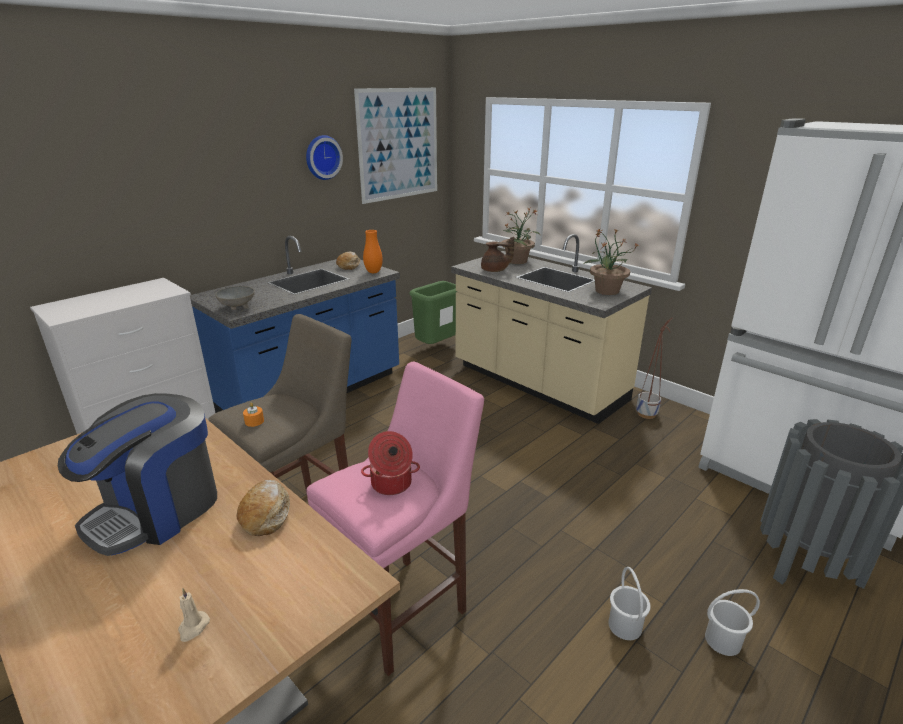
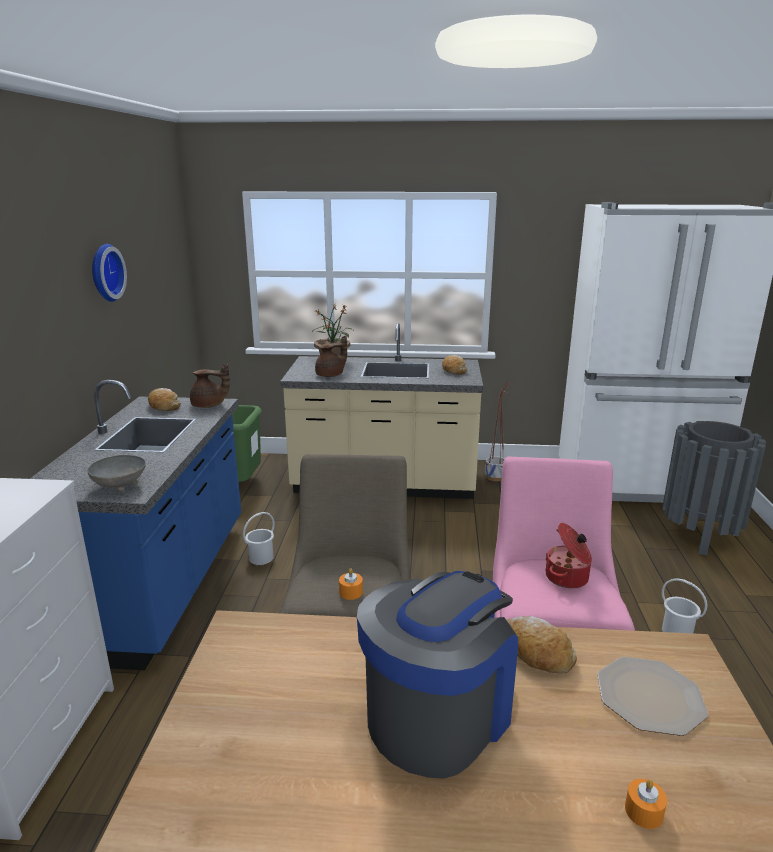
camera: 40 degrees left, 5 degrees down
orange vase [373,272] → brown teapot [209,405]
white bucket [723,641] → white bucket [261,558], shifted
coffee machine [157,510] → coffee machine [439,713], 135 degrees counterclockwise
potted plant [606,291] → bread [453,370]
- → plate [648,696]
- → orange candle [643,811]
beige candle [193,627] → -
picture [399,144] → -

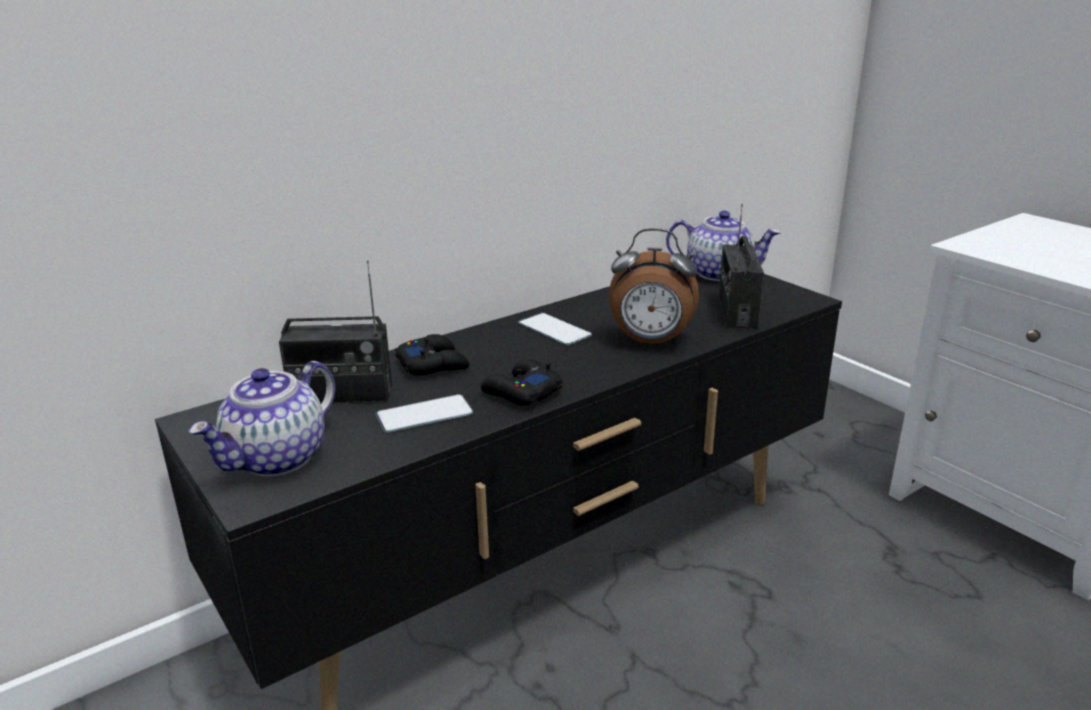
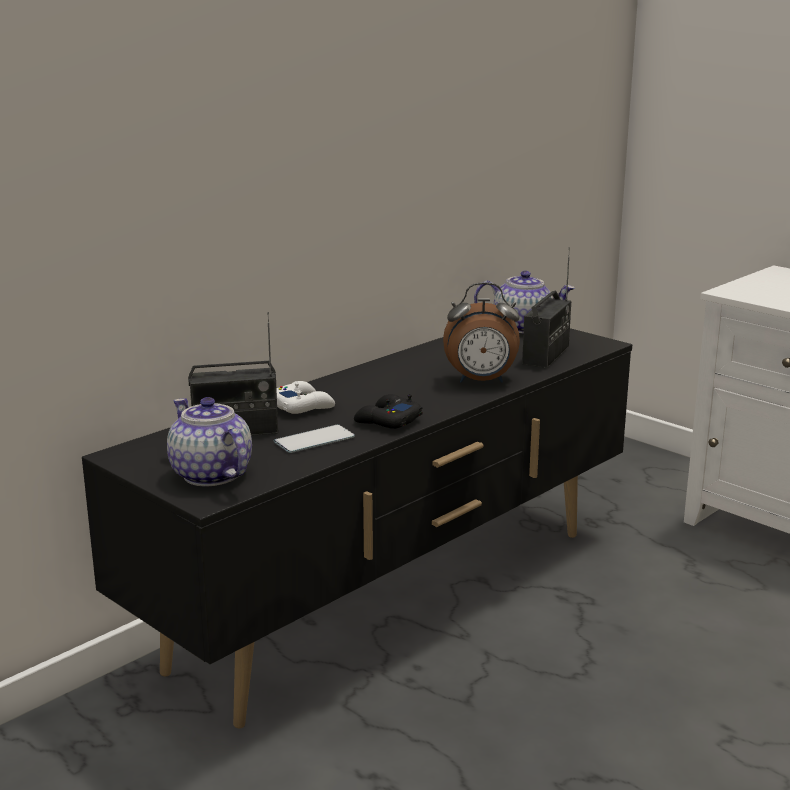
camera: 10 degrees left, 5 degrees down
teapot [277,459] → teapot [209,474], 120 degrees clockwise
black game controller [433,364] → white game controller [302,406]
radio [736,311] → radio [546,355], 150 degrees counterclockwise
phone [554,329] → -

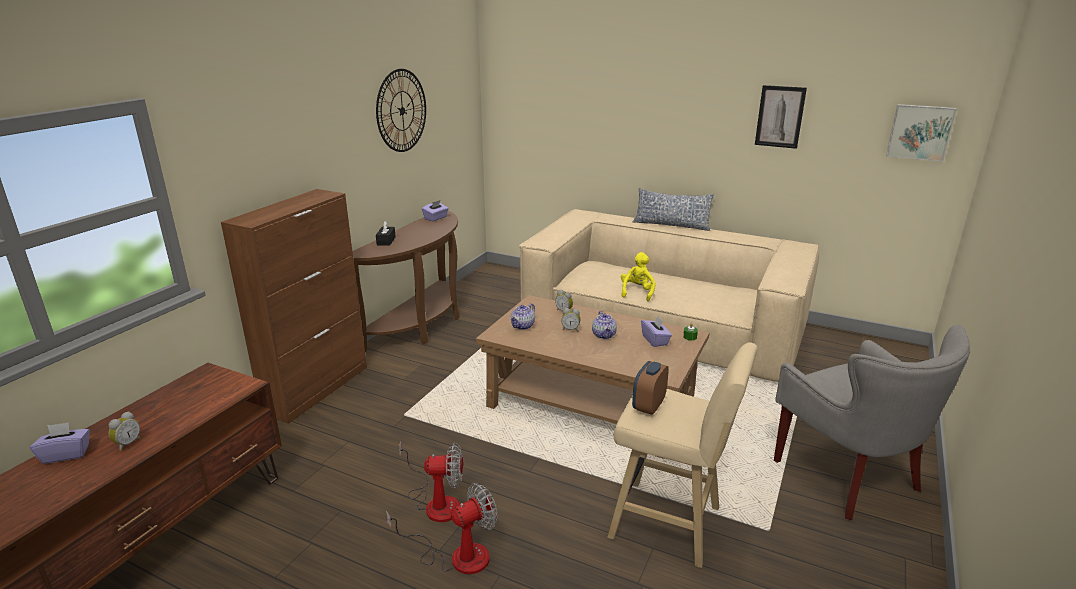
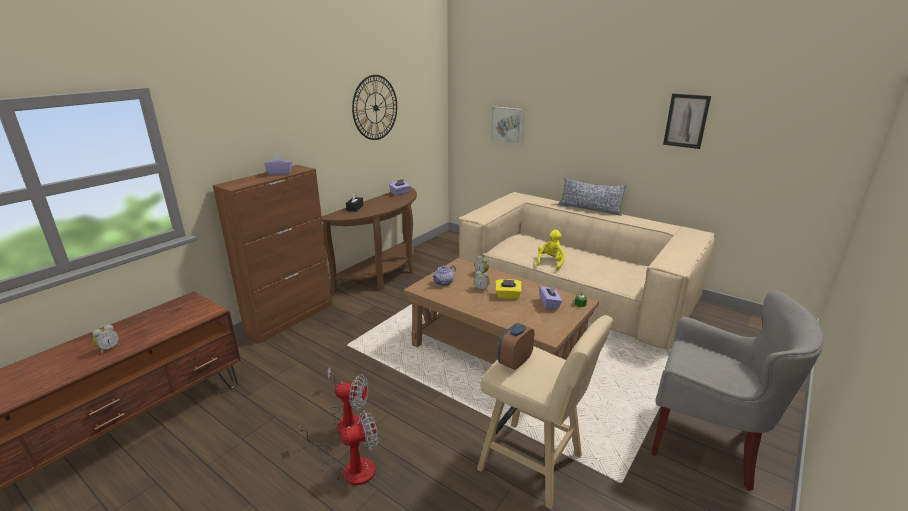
camera: 10 degrees right, 0 degrees up
purple tissue box [66,454] → purple tissue box [280,173], shifted
picture [920,132] → picture [507,124], shifted
teapot [604,335] → yellow tissue box [507,296]
grey armchair [848,478] → grey armchair [707,443], 45 degrees counterclockwise

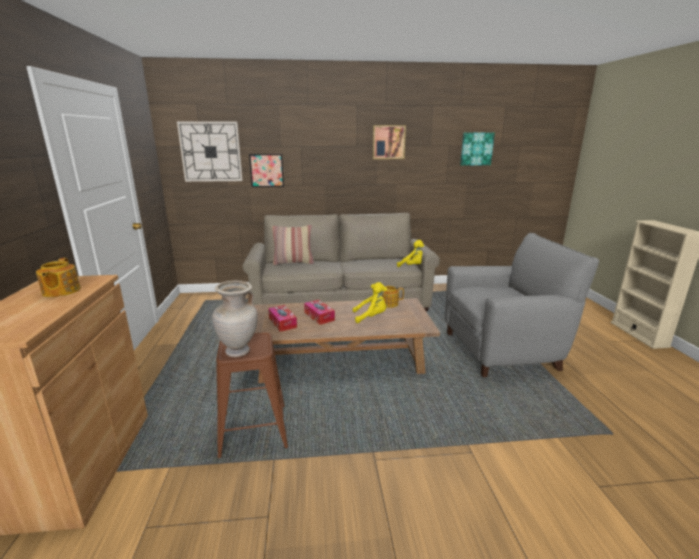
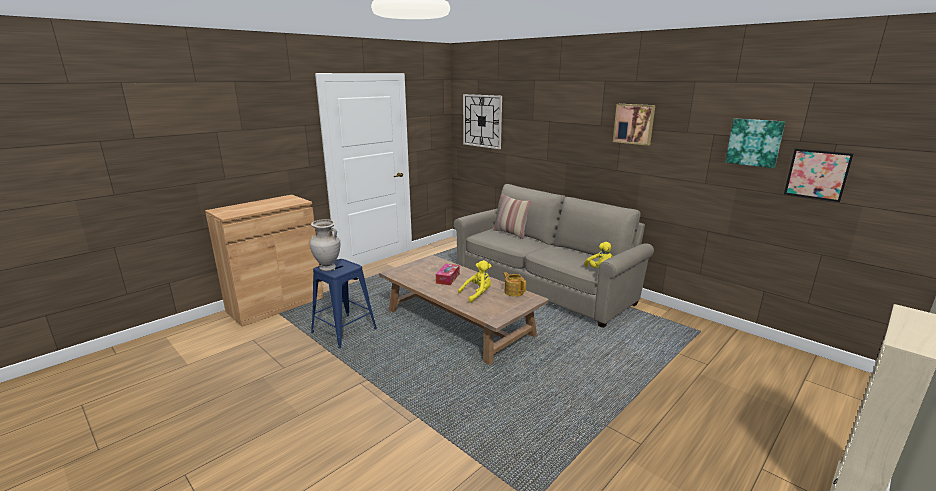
camera: 50 degrees right, 0 degrees up
brown stool [254,430] → blue stool [344,331]
yellow plush toy [371,317] → yellow plush toy [477,294], 75 degrees counterclockwise
picture [266,170] → picture [817,174], shifted
teapot [61,291] → -
tissue box [282,322] → -
grey armchair [502,350] → -

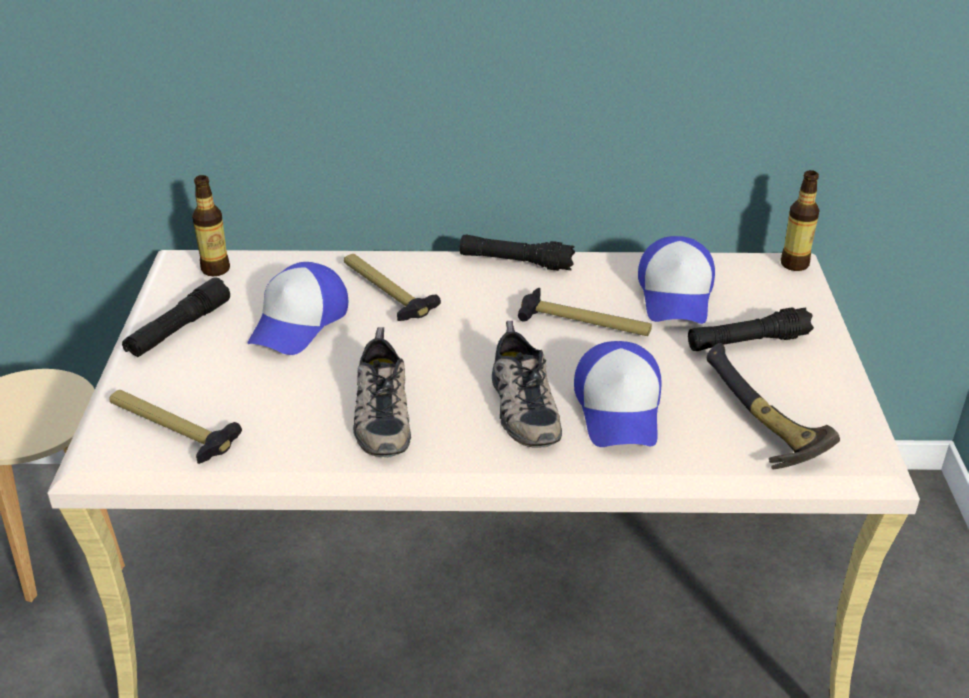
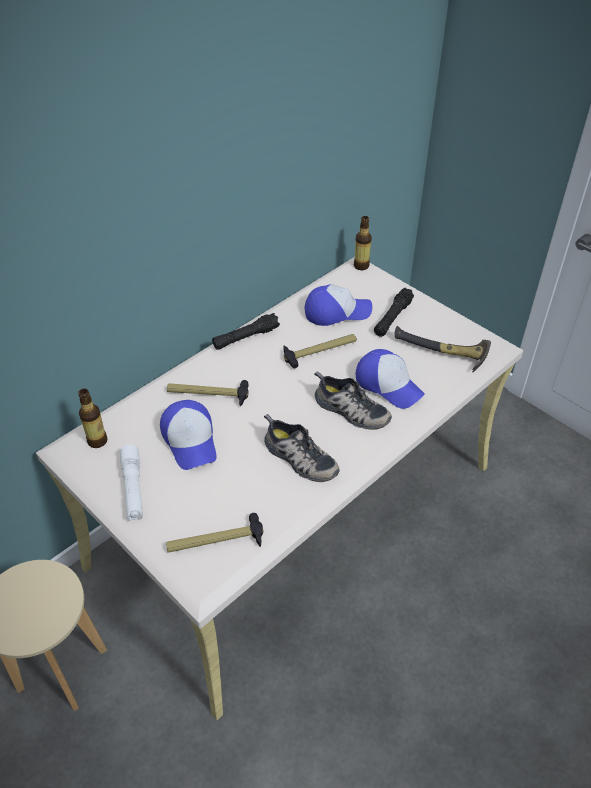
camera: 45 degrees left, 10 degrees up
black flashlight [179,329] → white flashlight [133,488]
cap [676,295] → cap [336,312], 60 degrees counterclockwise

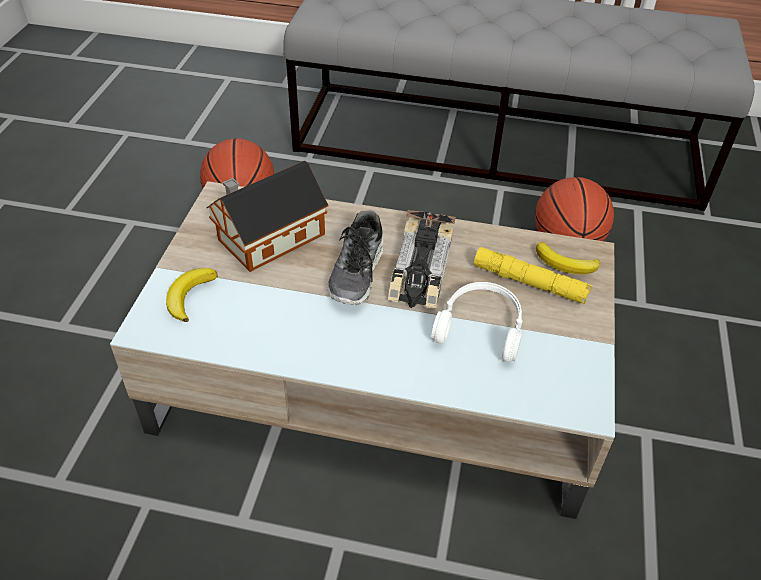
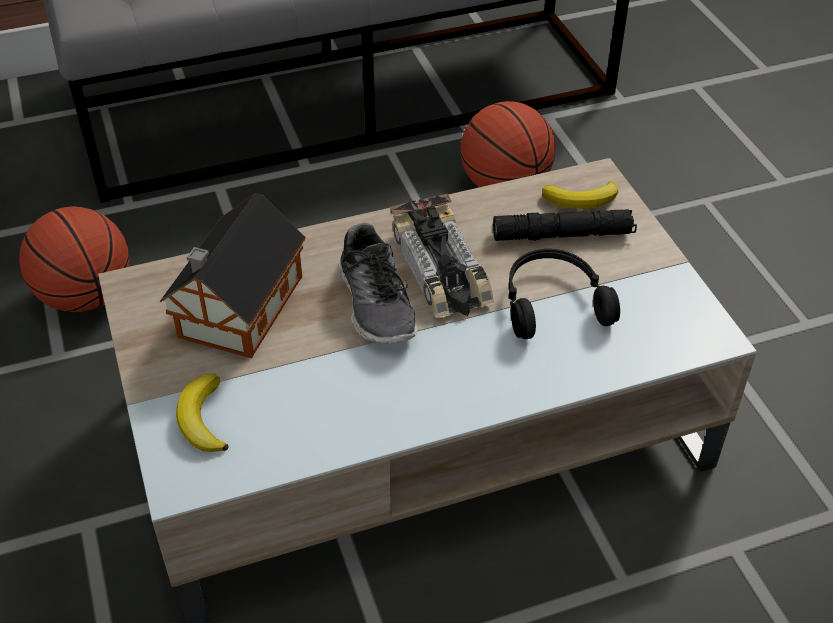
camera: 30 degrees left, 0 degrees up
yellow flashlight [529,282] → black flashlight [563,234]
white headphones [481,327] → black headphones [553,303]

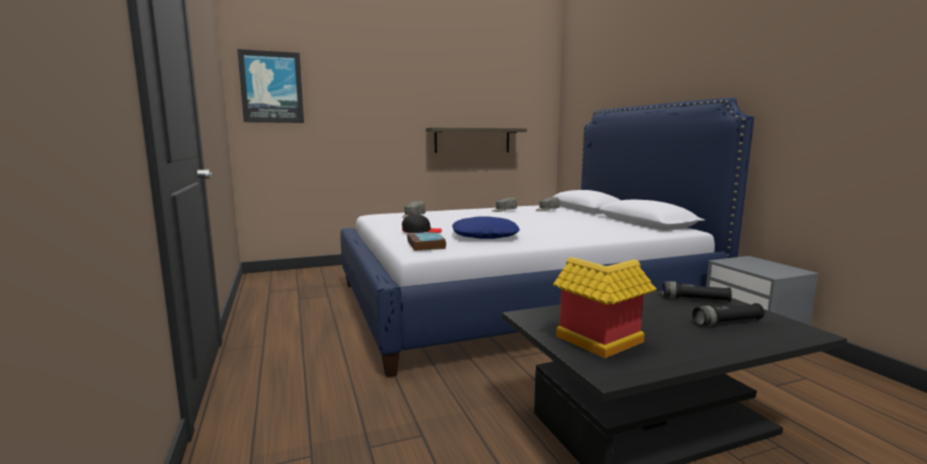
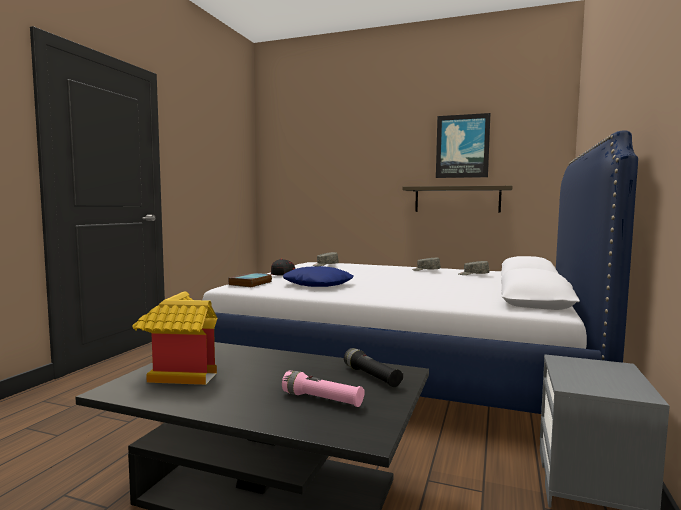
camera: 40 degrees right, 5 degrees down
black flashlight [727,323] → pink flashlight [322,399]
picture [271,87] → picture [462,146], shifted

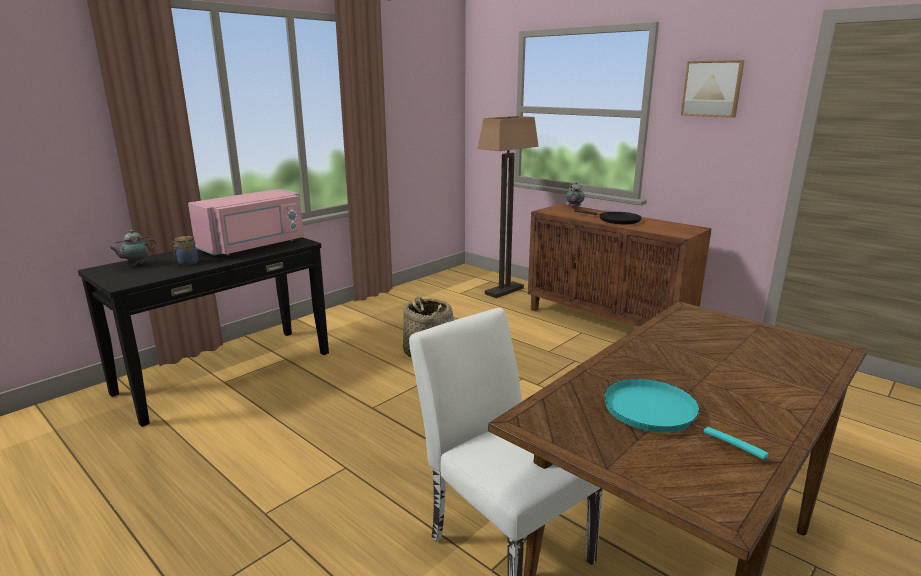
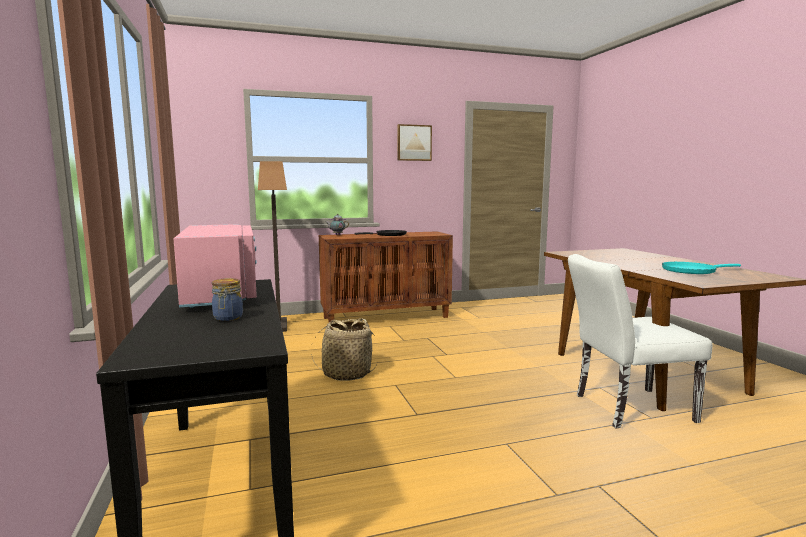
camera: 60 degrees left, 10 degrees down
teapot [136,265] → -

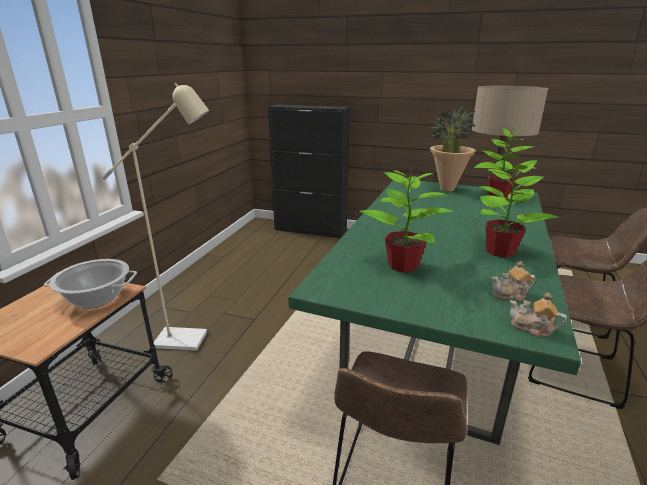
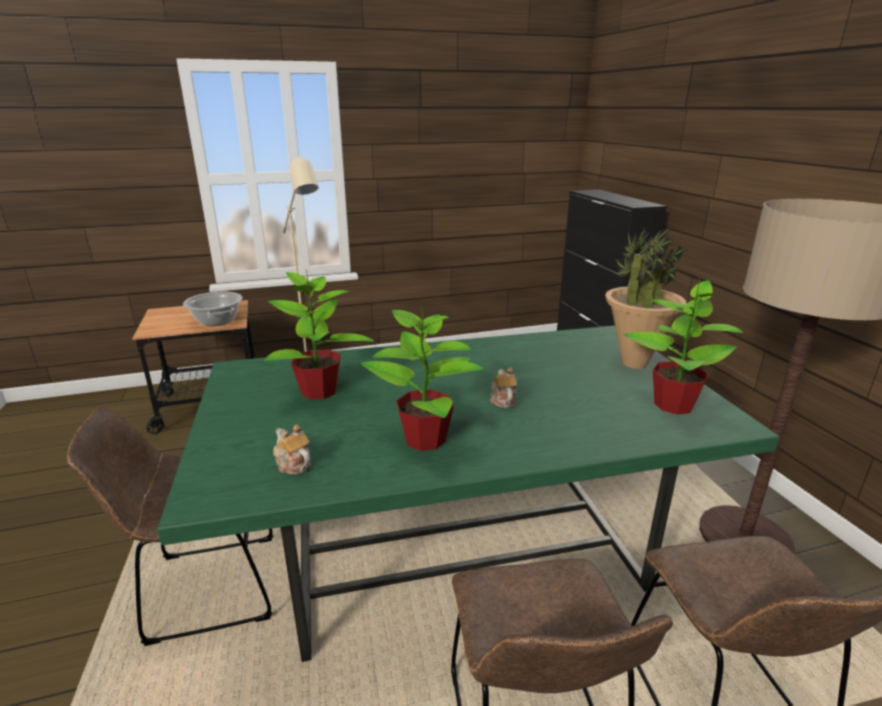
camera: 55 degrees right, 0 degrees up
teapot [532,328] → teapot [502,400], shifted

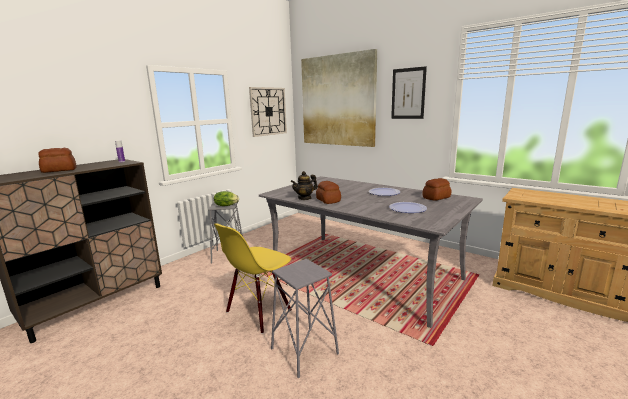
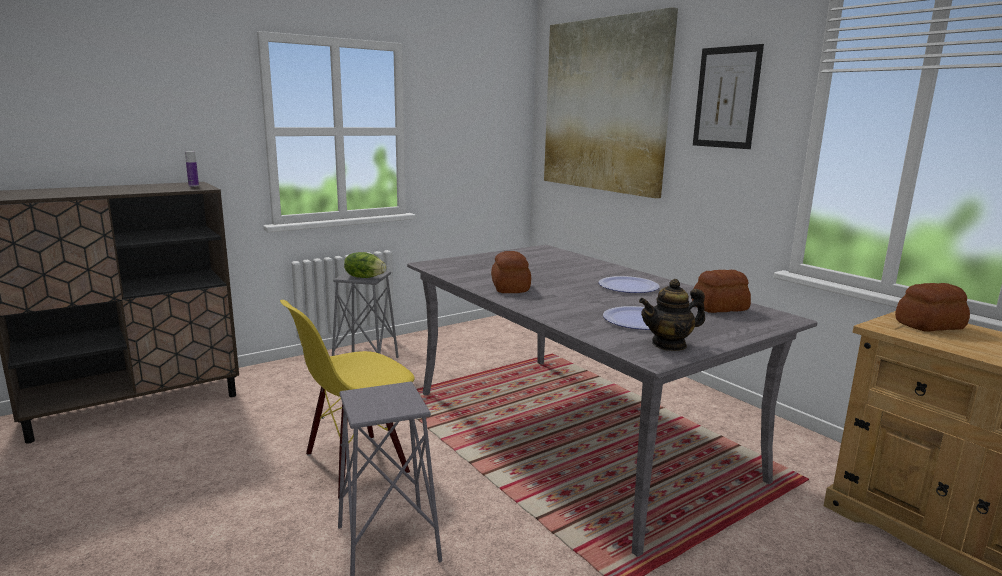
camera: 15 degrees right, 0 degrees up
teapot [305,198] → teapot [669,344], shifted
bread [59,170] → bread [930,326], shifted
wall clock [268,111] → -

